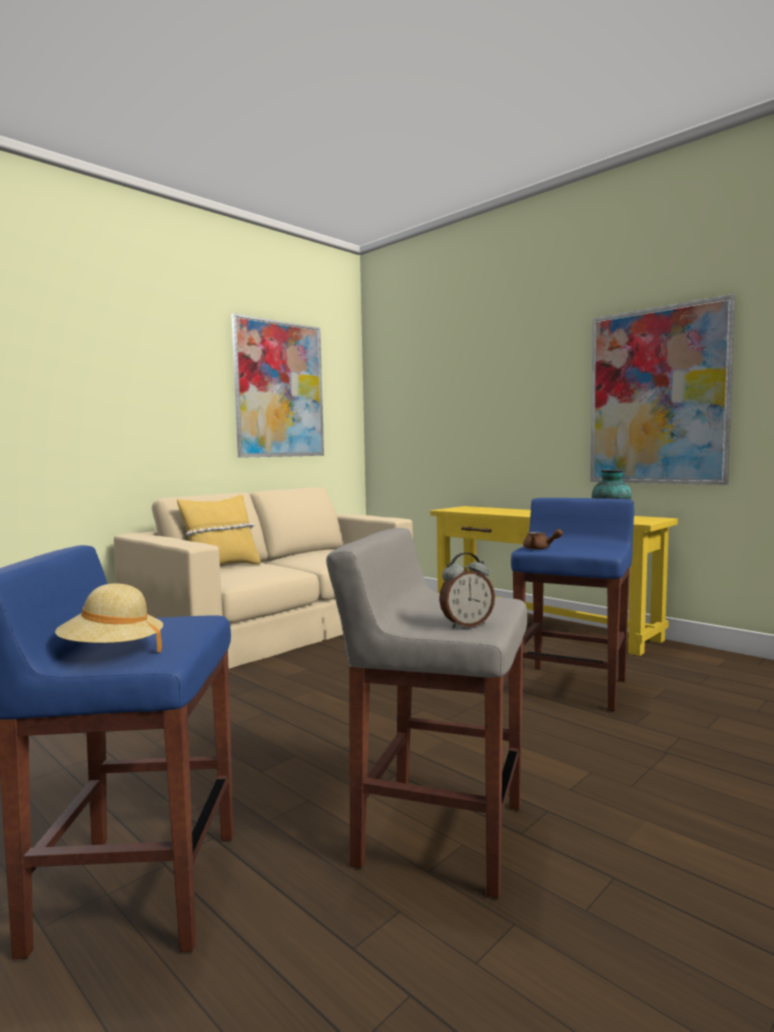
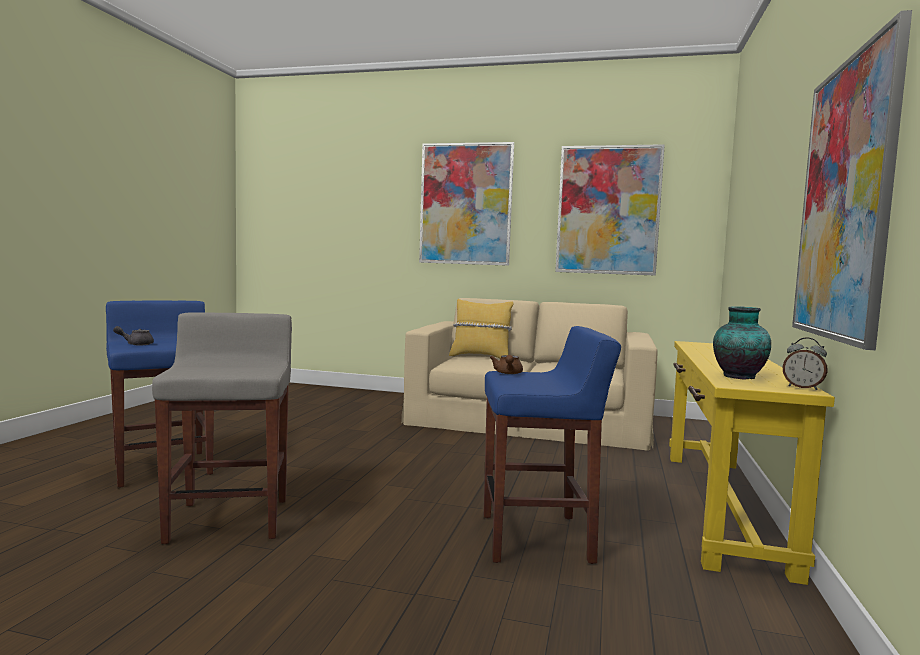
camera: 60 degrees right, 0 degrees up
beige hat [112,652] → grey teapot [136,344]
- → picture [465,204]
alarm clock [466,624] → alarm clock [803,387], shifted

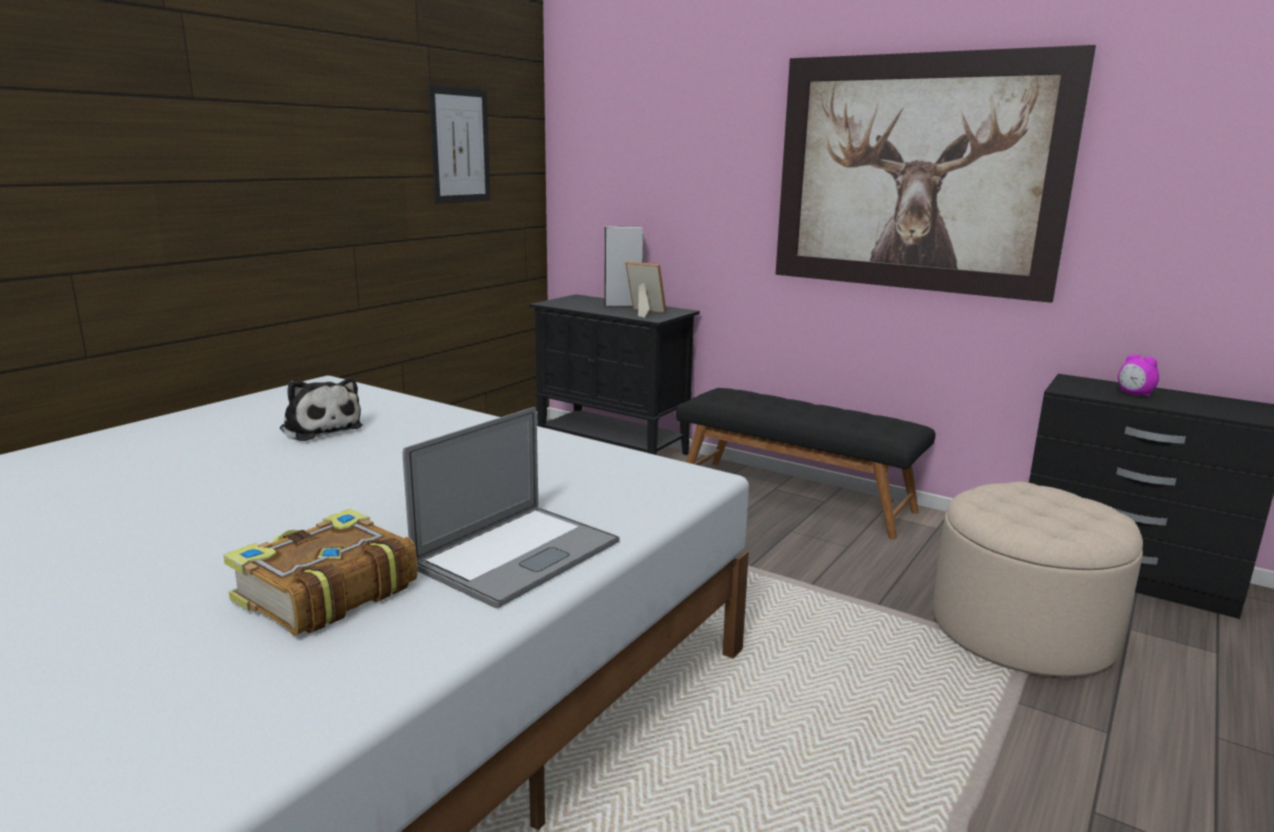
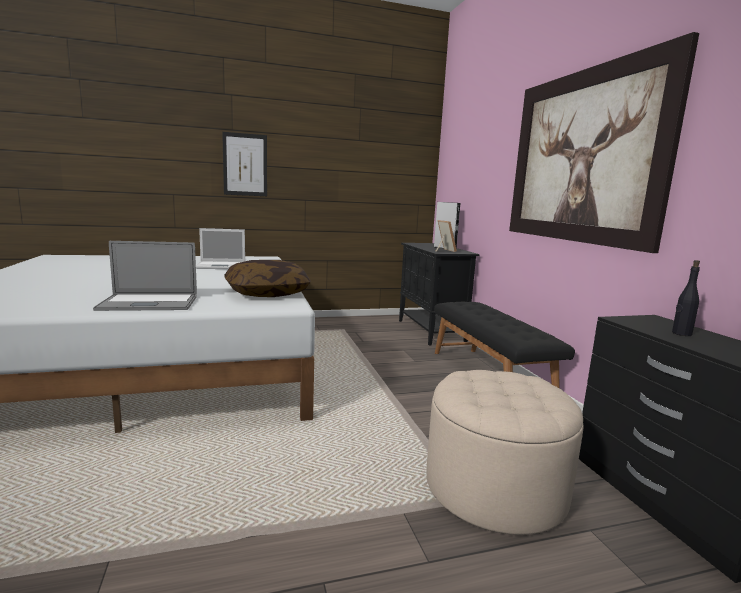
camera: 40 degrees right, 5 degrees down
plush toy [320,428] → laptop [222,266]
picture [460,145] → picture [245,164], shifted
- → pillow [267,293]
alarm clock [1134,394] → black bottle [681,333]
book [324,593] → -

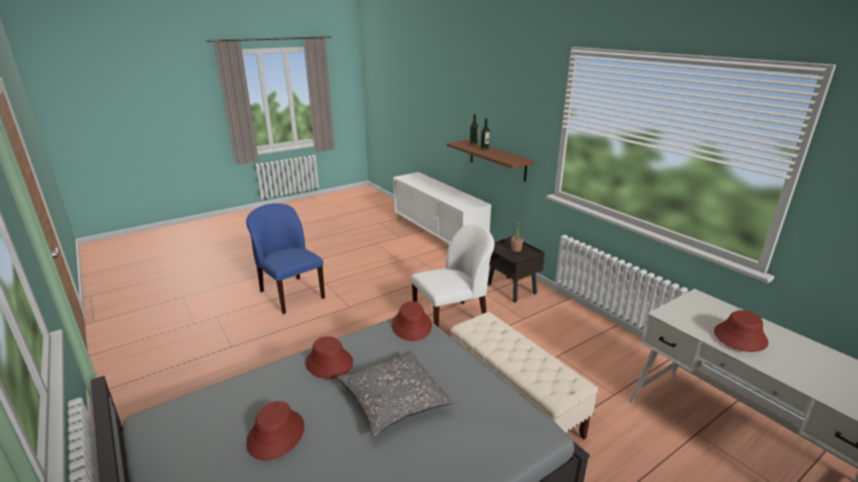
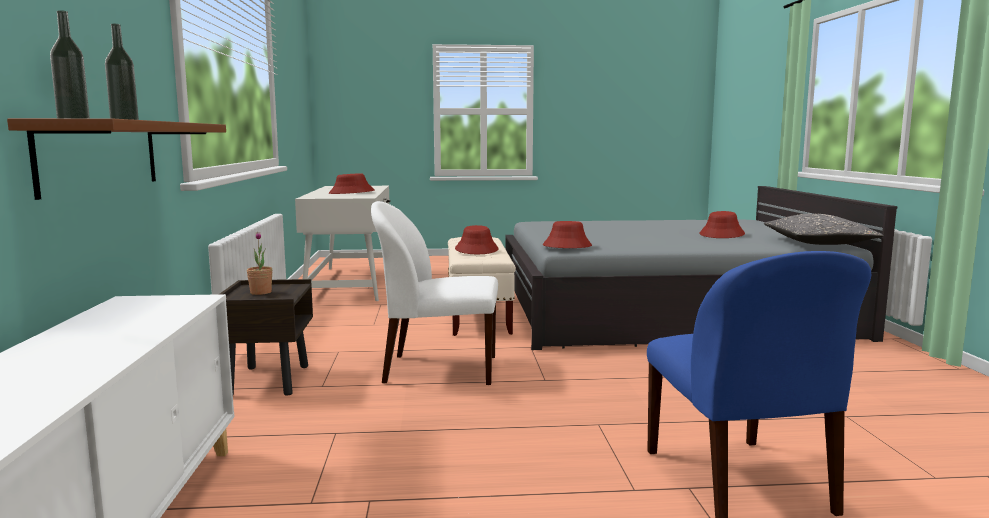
camera: 150 degrees left, 15 degrees down
red hat [329,363] → red hat [477,249], shifted
grey pillow [394,401] → grey pillow [818,243], shifted

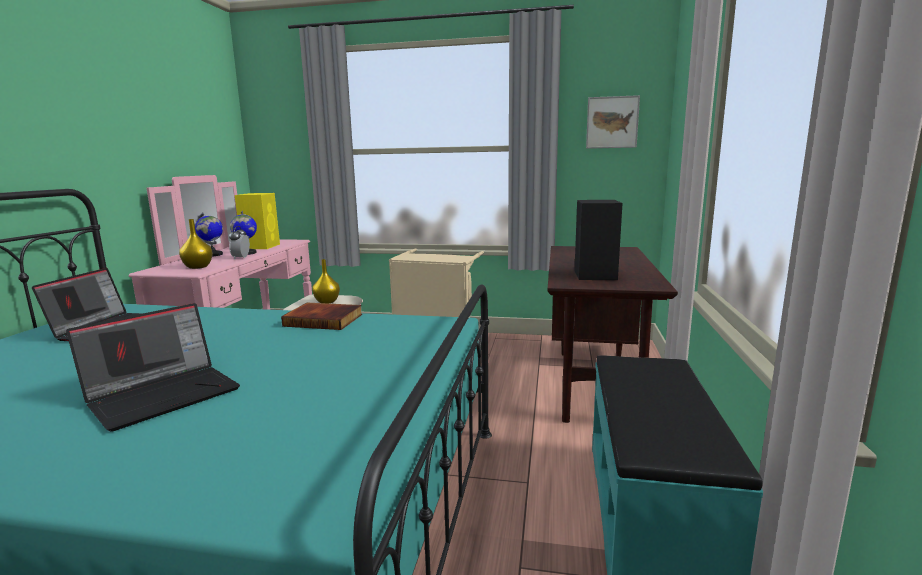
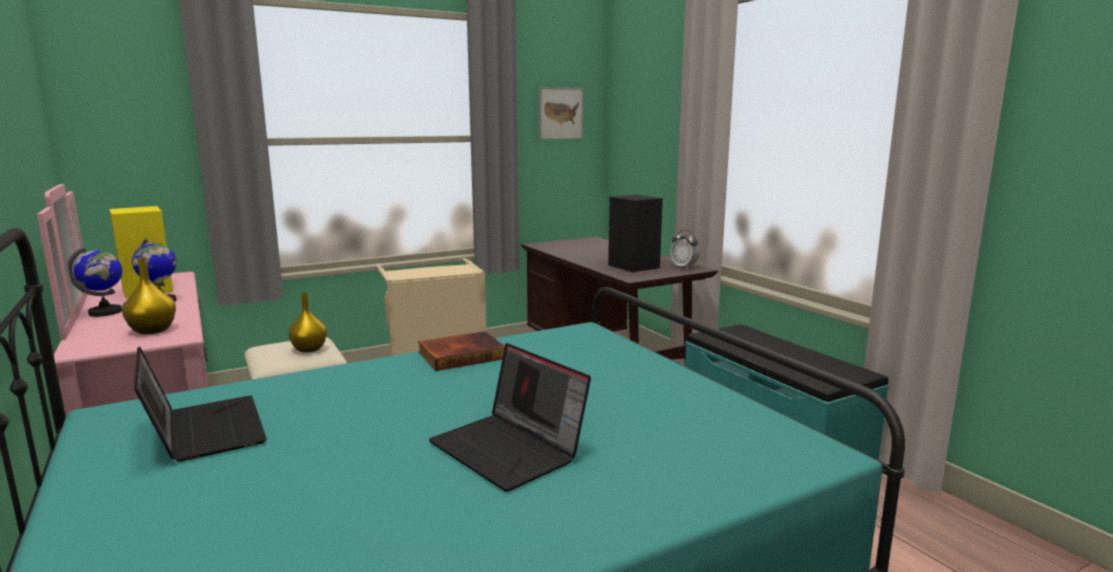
camera: 40 degrees left, 0 degrees up
laptop [165,394] → laptop [510,450], 135 degrees clockwise
alarm clock [241,258] → alarm clock [684,267], shifted

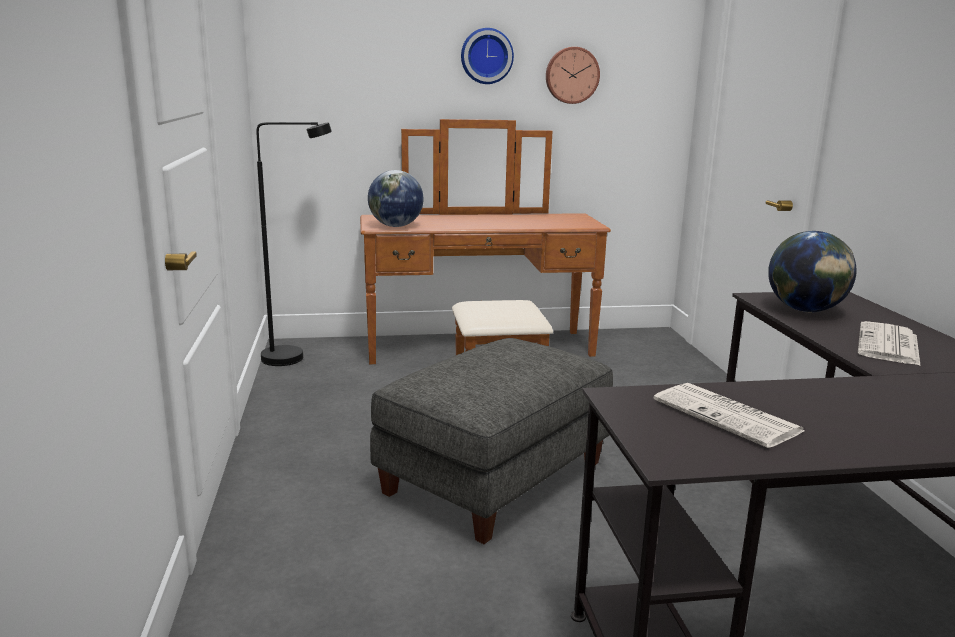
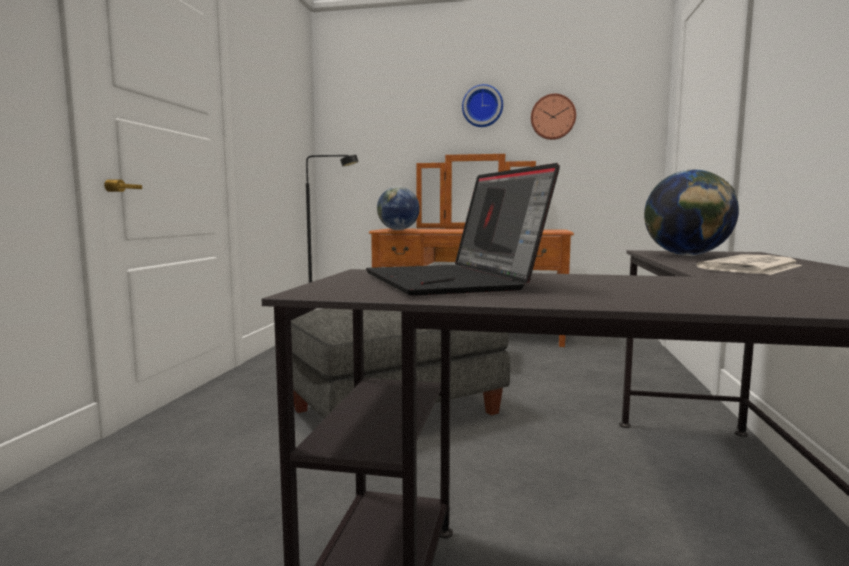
camera: 20 degrees right, 10 degrees down
newspaper [729,416] → laptop [453,281]

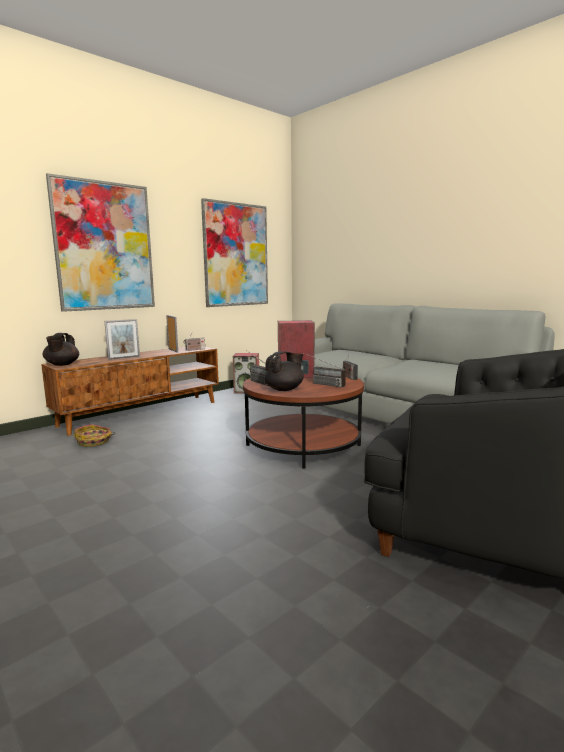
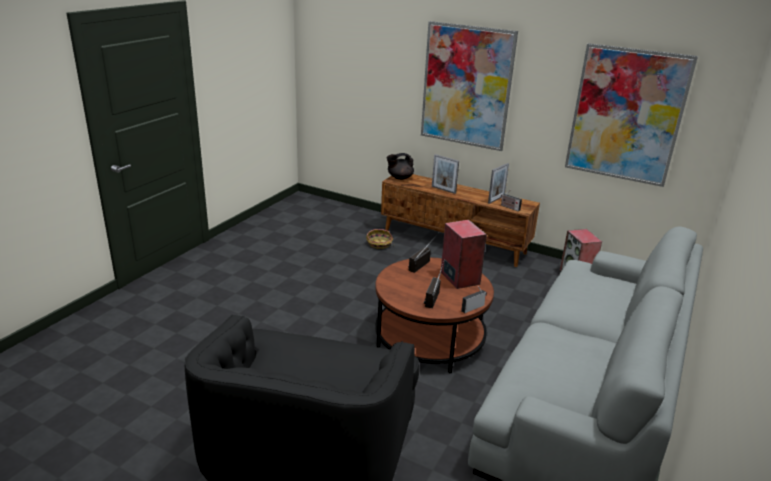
camera: 70 degrees right, 15 degrees up
black teapot [284,389] → -

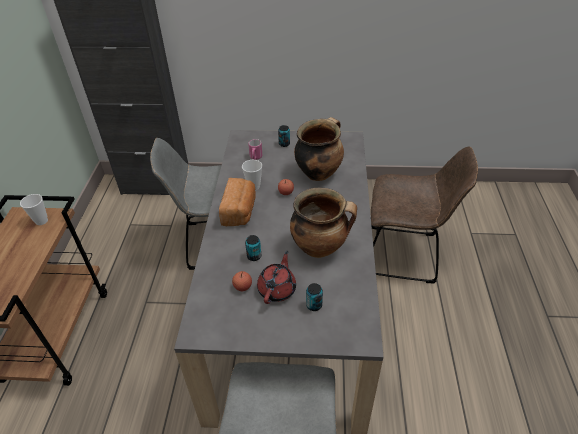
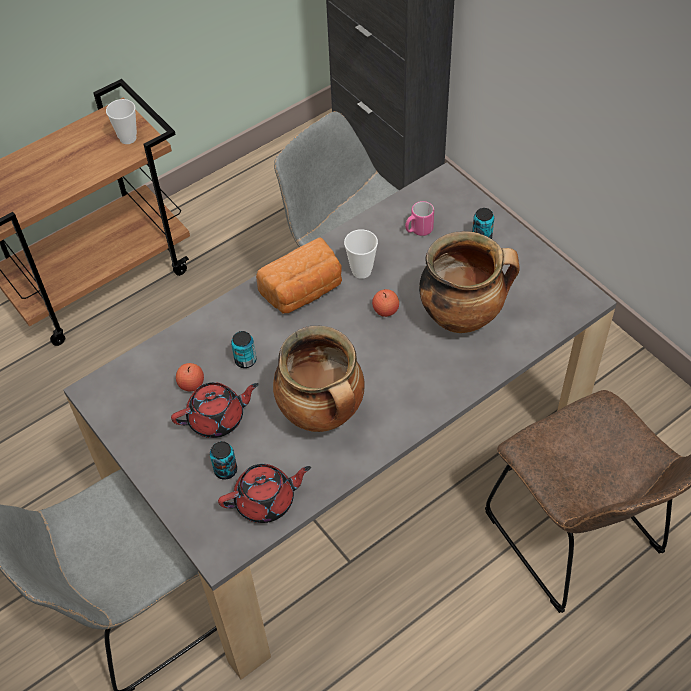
camera: 50 degrees right, 10 degrees up
- → red teapot [266,501]

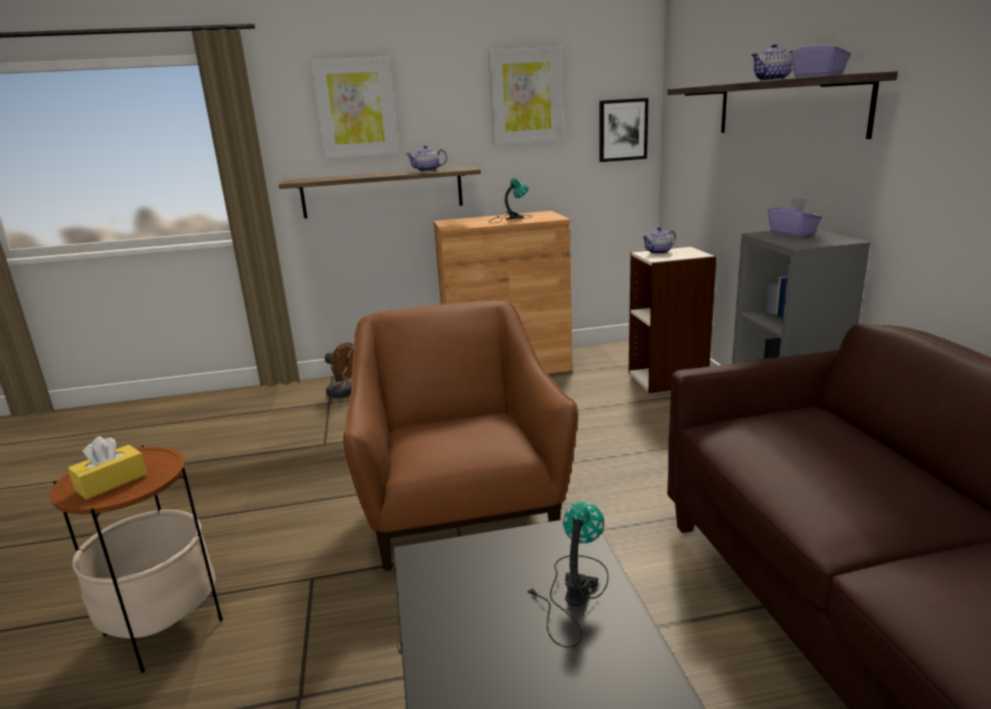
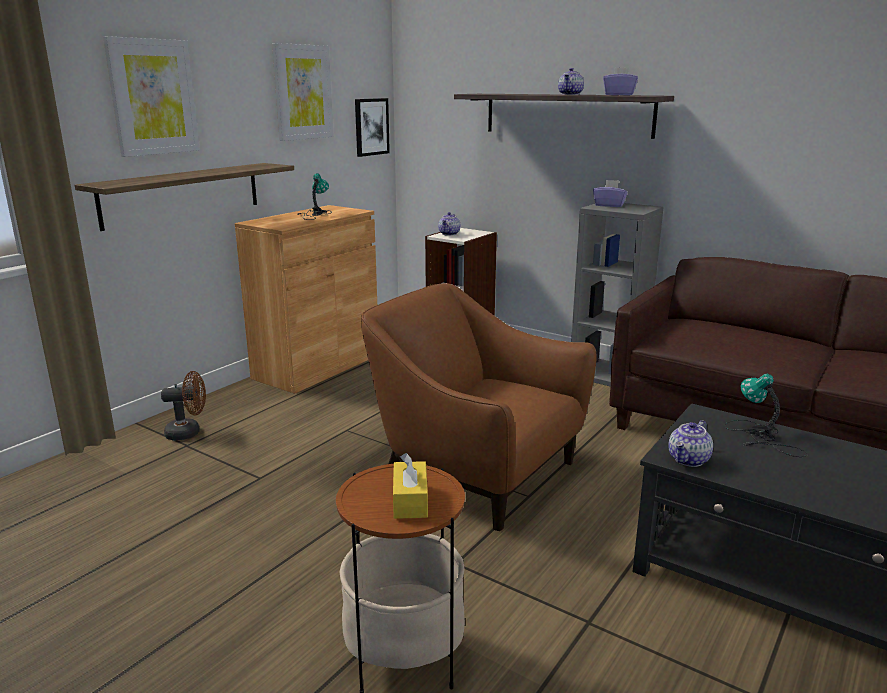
camera: 45 degrees left, 0 degrees up
teapot [427,170] → teapot [689,460], shifted

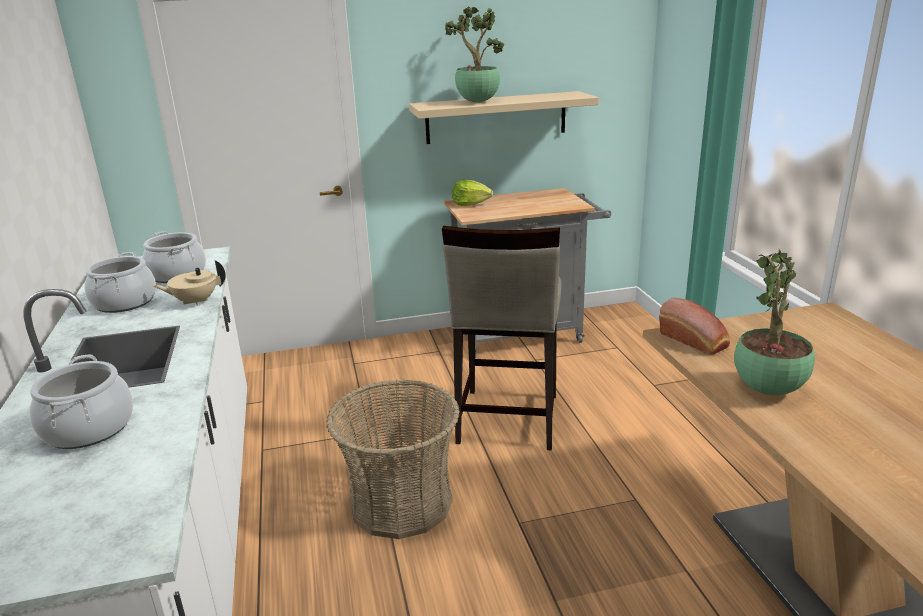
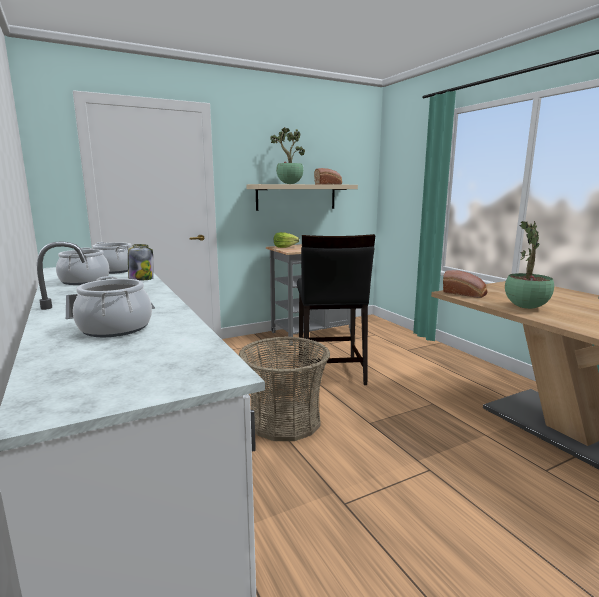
camera: 15 degrees left, 10 degrees down
beige teapot [195,302] → jar [141,279]
beige stool [507,419] → black stool [330,372]
- → bread [328,184]

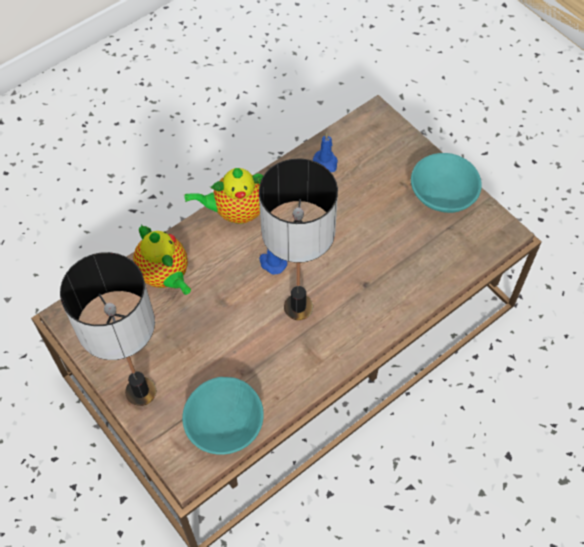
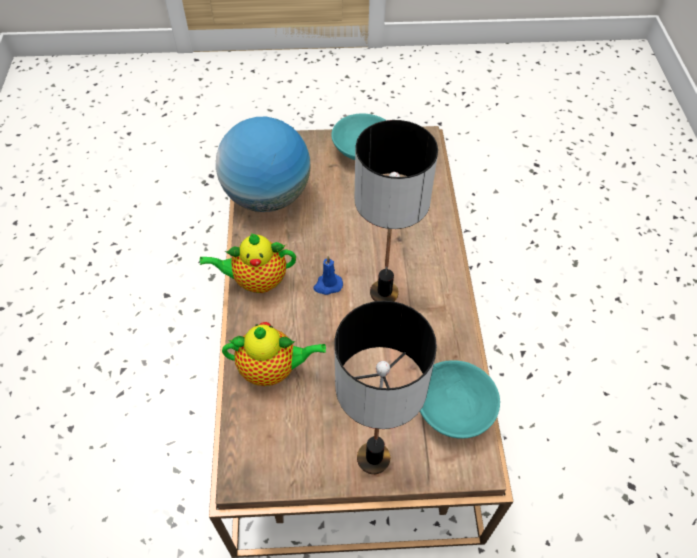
camera: 55 degrees left, 5 degrees down
teapot [236,212] → teapot [256,281], 60 degrees clockwise
blue candle [326,162] → globe [267,197]

